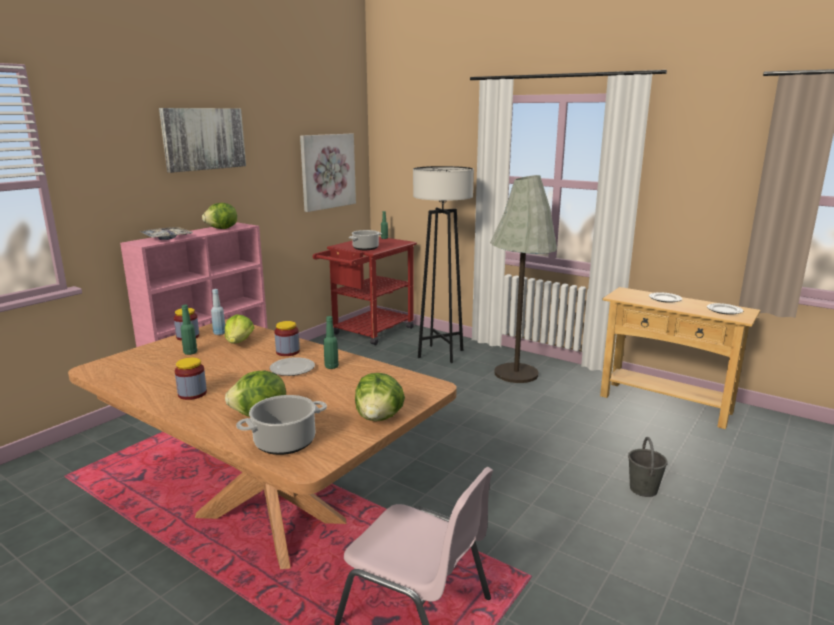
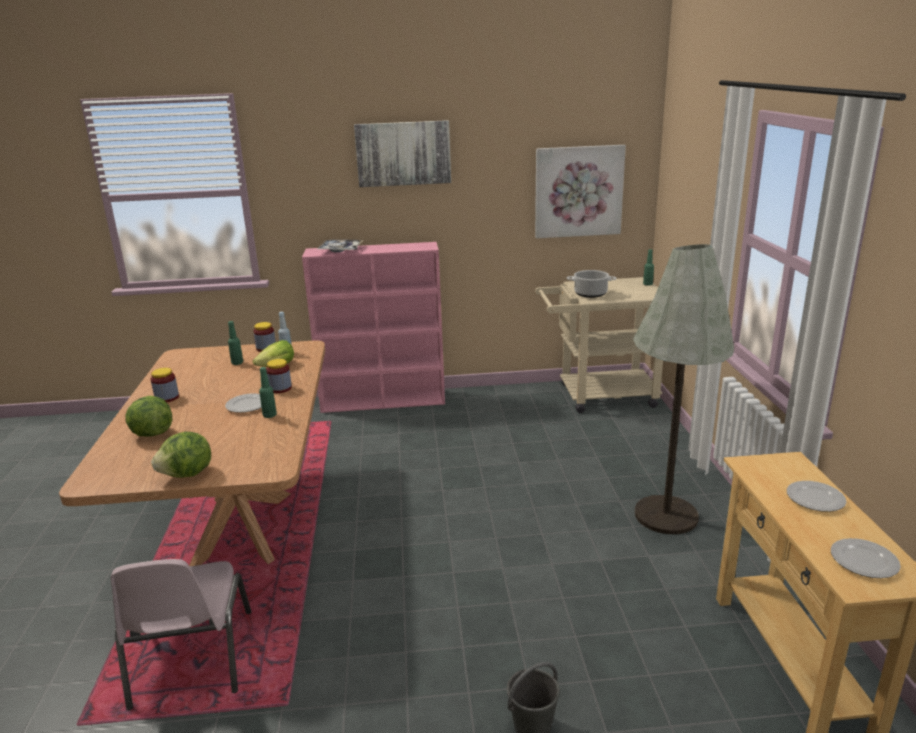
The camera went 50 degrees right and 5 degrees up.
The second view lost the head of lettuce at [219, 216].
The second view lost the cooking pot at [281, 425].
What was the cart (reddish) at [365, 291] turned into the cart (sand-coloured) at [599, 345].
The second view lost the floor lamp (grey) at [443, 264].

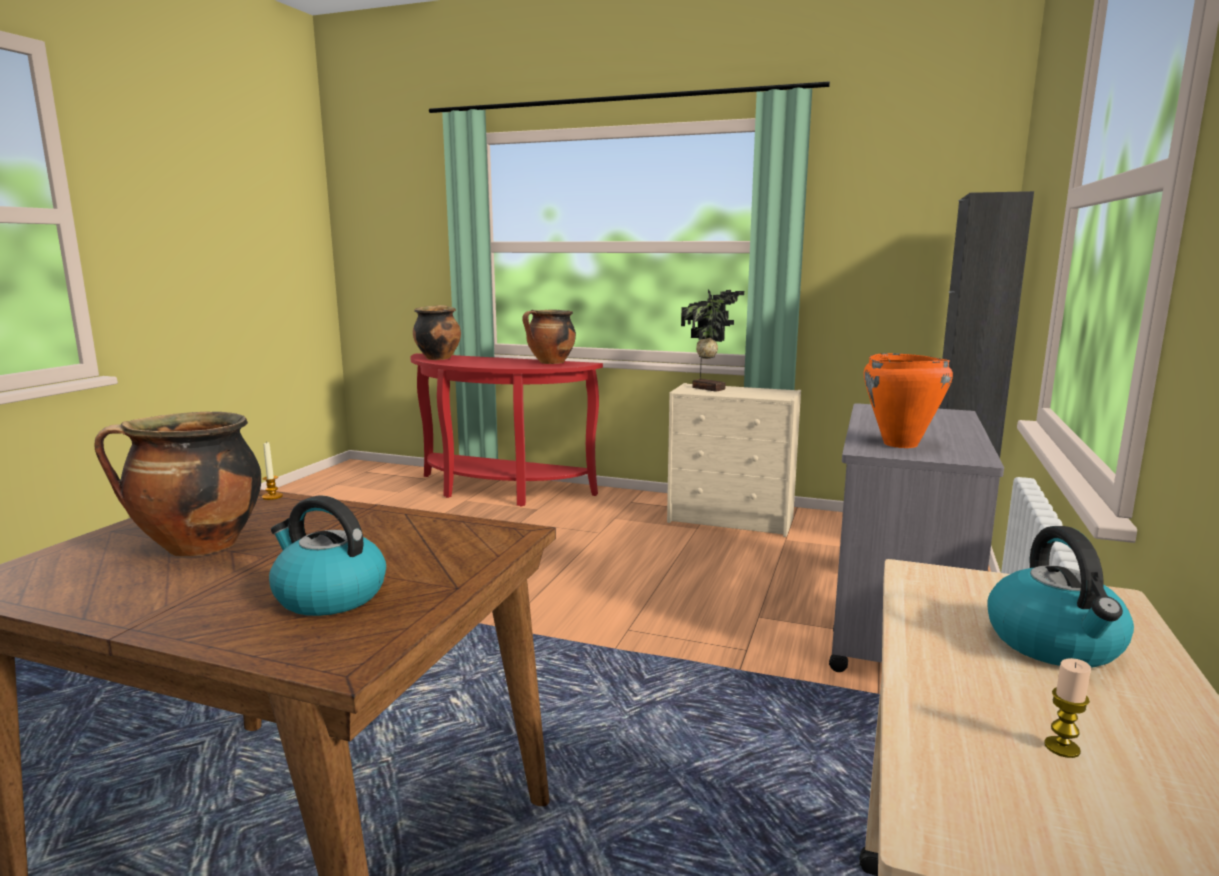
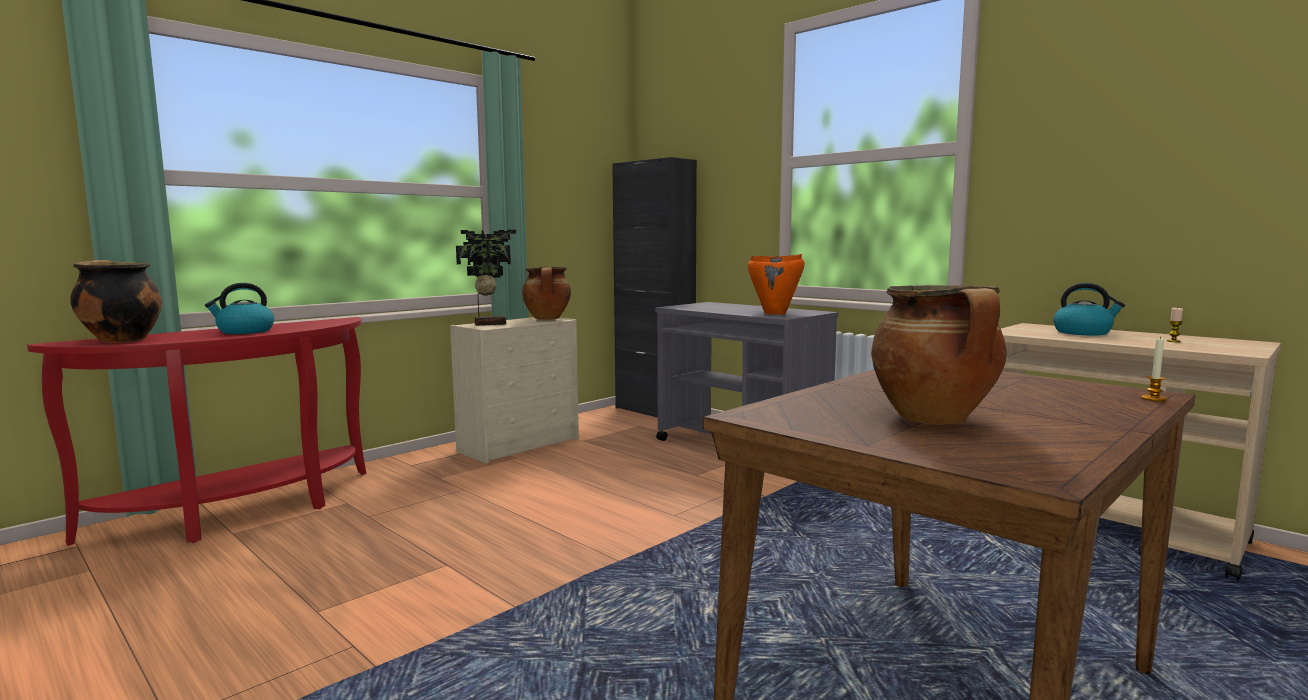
The camera went 65 degrees left and 5 degrees down.
The wax candle ended up elsewhere, having gone from [272, 471] to [1154, 369].
The tea kettle ended up elsewhere, having gone from [327, 555] to [239, 308].
The cooking pot ended up elsewhere, having gone from [549, 337] to [546, 293].

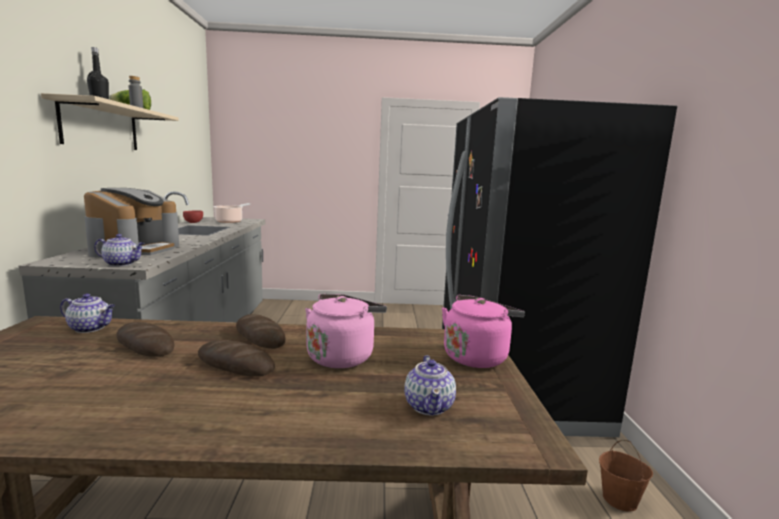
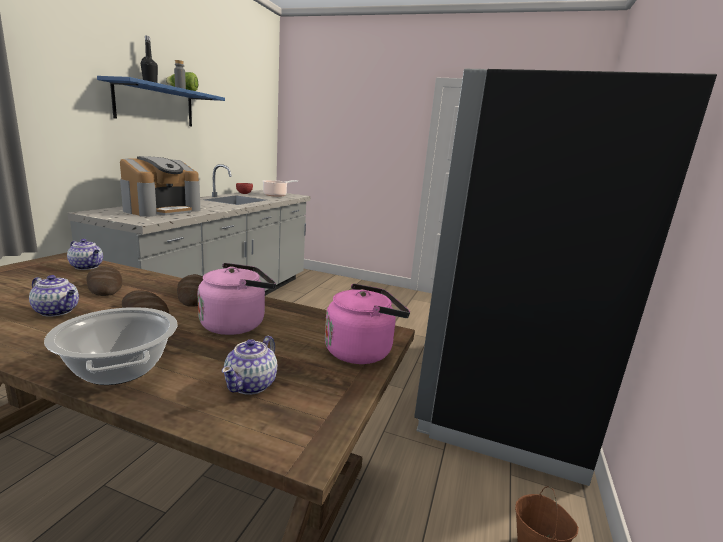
The camera went 20 degrees right and 5 degrees up.
What was the bracket shelf (sand-coloured) at [110, 121] turned into the bracket shelf (bluish) at [161, 101].
The pot for tea ended up elsewhere, having gone from [119, 250] to [54, 296].
The second view gained the cooking pot at [111, 346].

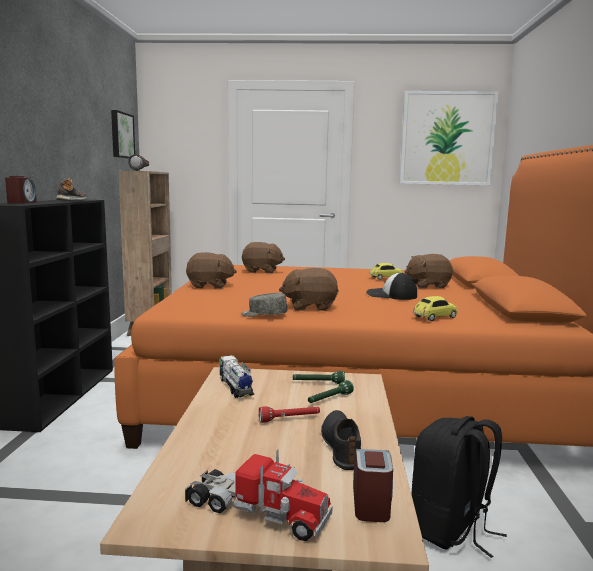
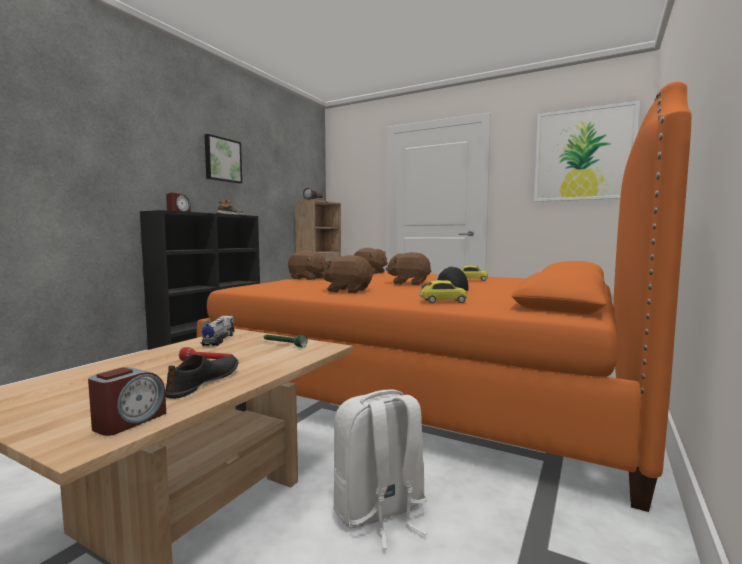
The camera went 25 degrees right and 5 degrees down.
The picture ended up elsewhere, having gone from [123, 134] to [223, 159].
The second view lost the toy truck at [259, 495].
The second view lost the baseball cap (grey) at [264, 305].
The second view lost the hand torch (green) at [331, 391].
The soft toy (brown) ended up elsewhere, having gone from [429, 271] to [408, 268].
What was the knapsack (black-coloured) at [459, 487] turned into the knapsack (white) at [380, 469].

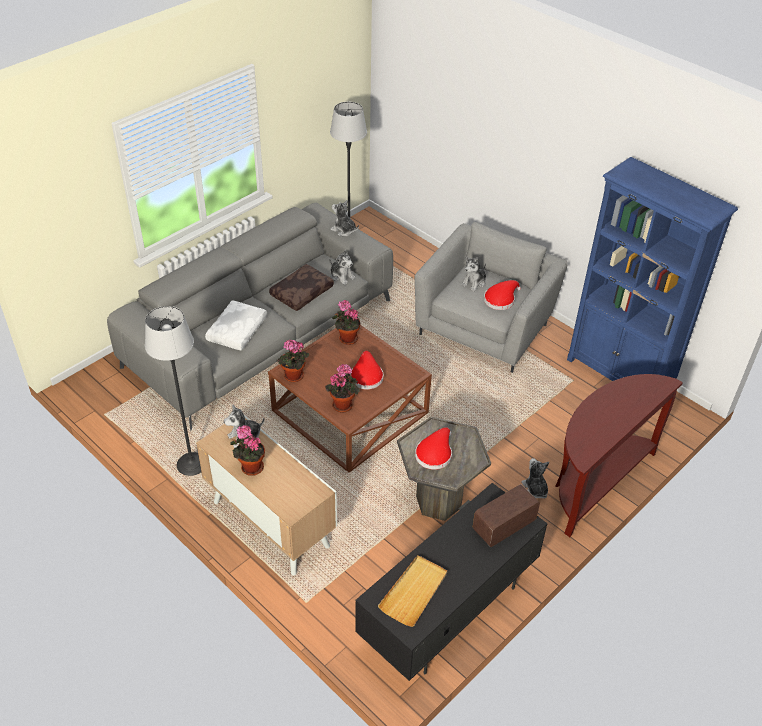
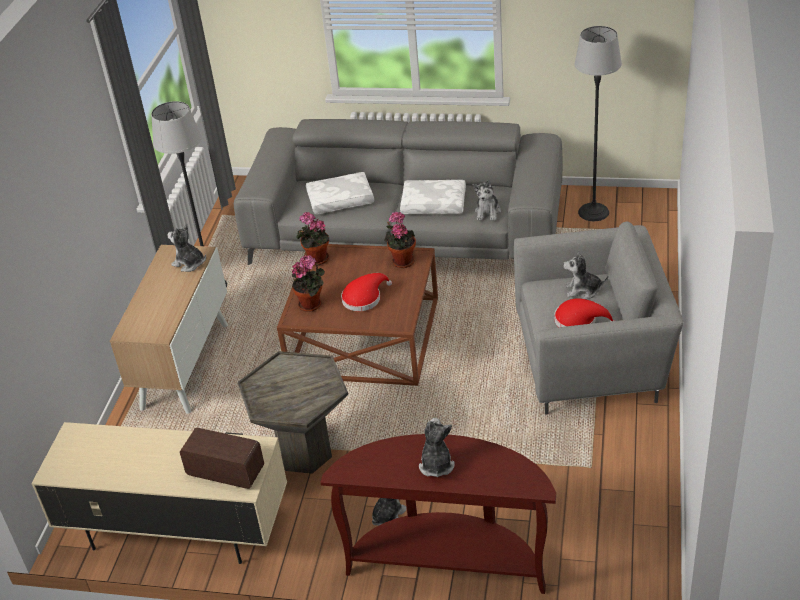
The camera went 60 degrees right and 5 degrees down.
The second view lost the potted plant at [247, 450].
What was the cushion (brown) at [301, 287] turned into the cushion (white) at [433, 197].
The soft toy ended up elsewhere, having gone from [344, 218] to [437, 447].
What was the media console (black-coloured) at [451, 582] turned into the media console (sand-coloured) at [159, 493].
The second view lost the serving tray (sand-coloured) at [413, 591].
The second view lost the wearable hat (reddish) at [433, 448].
The second view lost the bookshelf (bluish) at [652, 269].

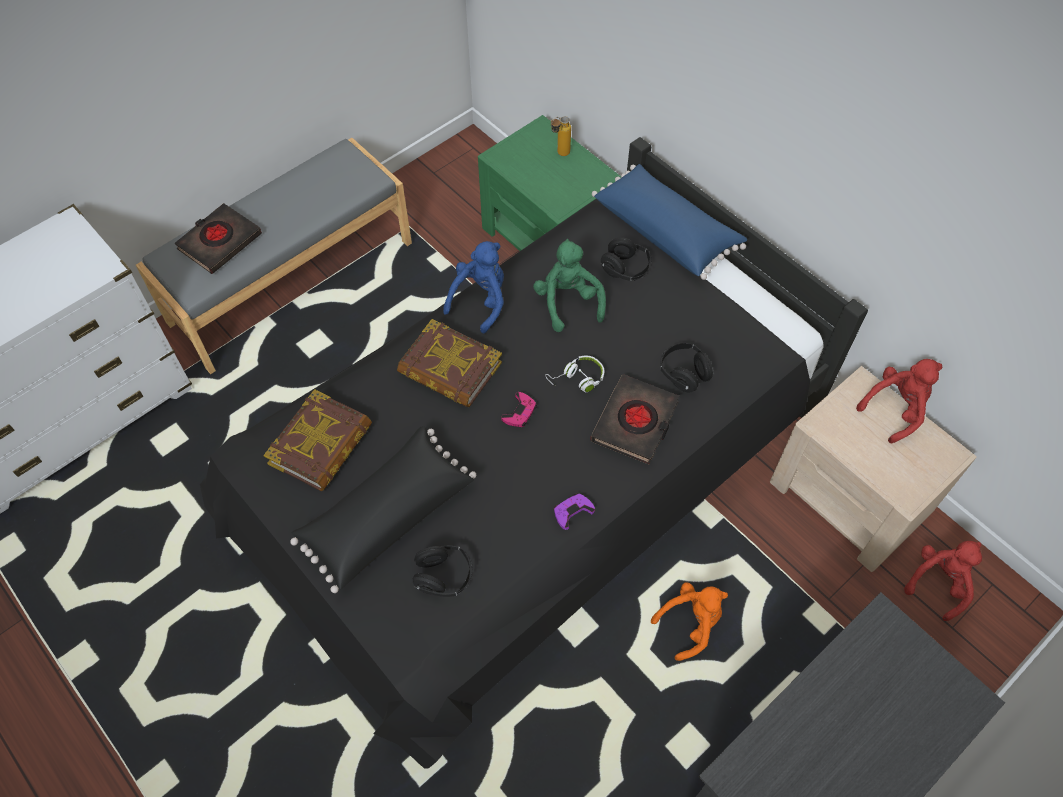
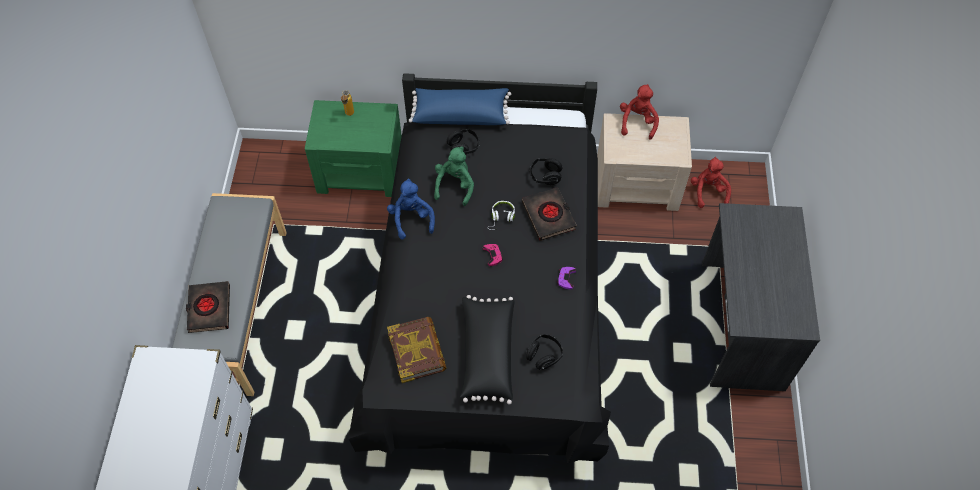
The camera went 45 degrees left and 0 degrees up.
The second view lost the book at [449, 363].
The soft toy (green) at [569, 285] ended up facing another way, 75 degrees clockwise from before.
The second view lost the soft toy (orange-coloured) at [689, 621].

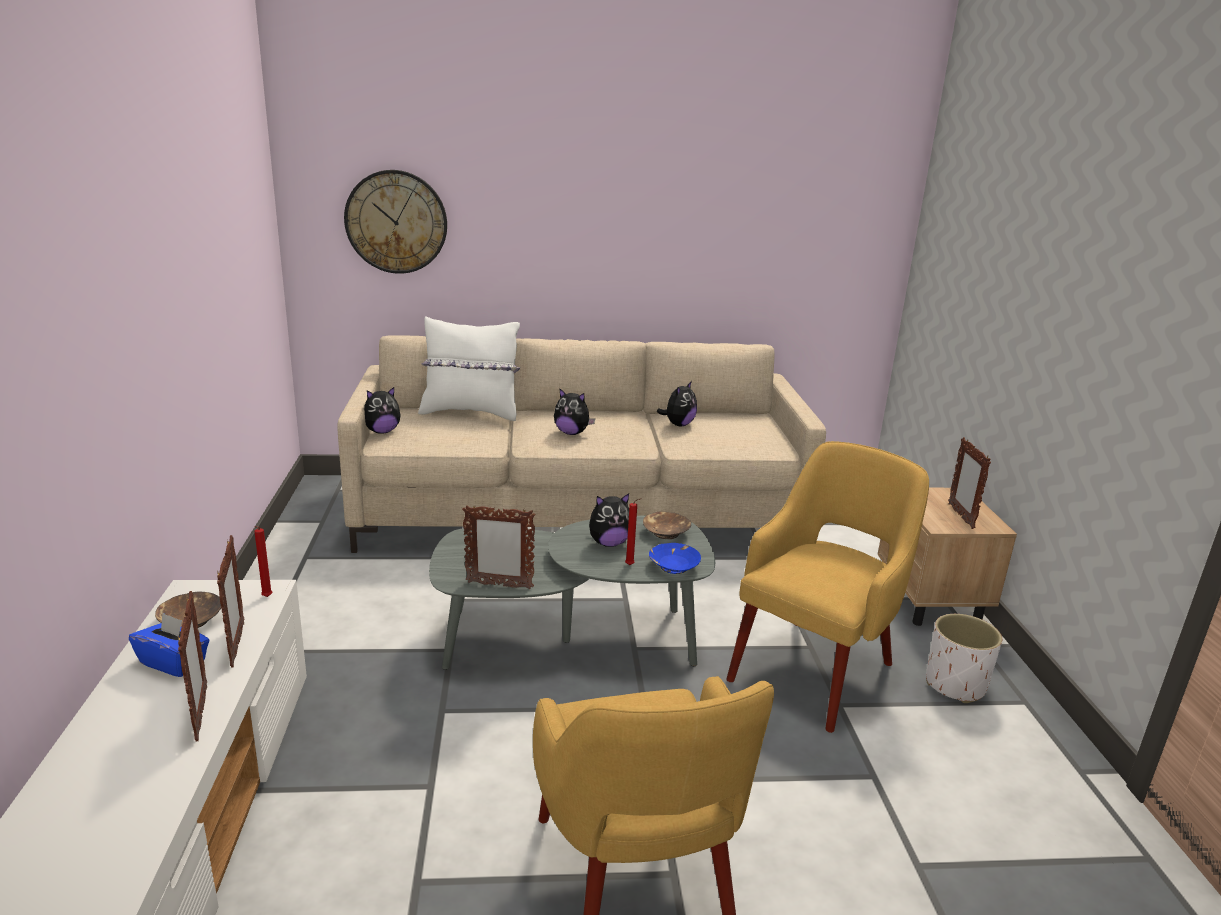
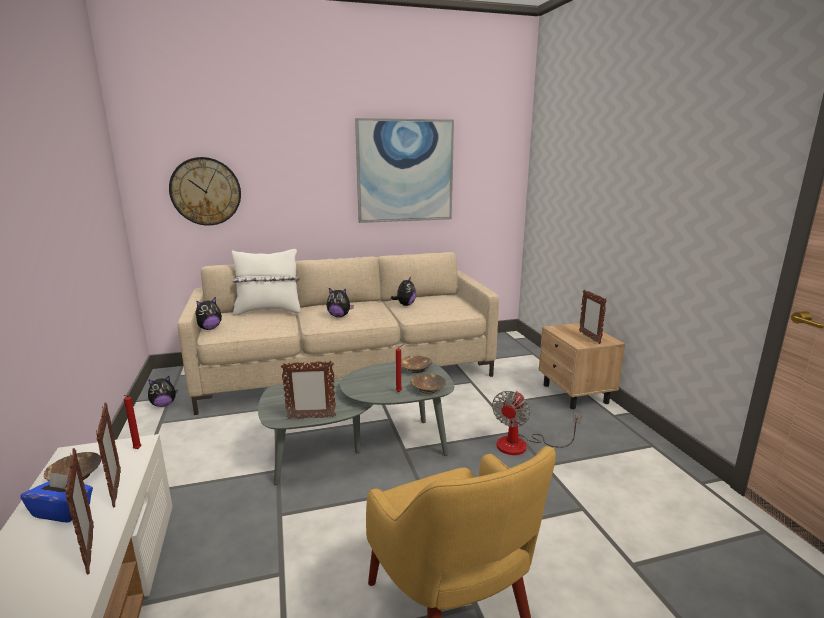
The camera went 10 degrees left and 5 degrees down.
The soft toy ended up elsewhere, having gone from [609, 520] to [163, 391].
What was the bowl (bluish) at [675, 558] turned into the bowl (brown) at [428, 384].
Where the lounge chair (yellow-coloured) stood at [827, 587], the electric fan came to stand at [537, 423].
The second view lost the planter (white) at [964, 658].
The second view gained the picture at [404, 170].

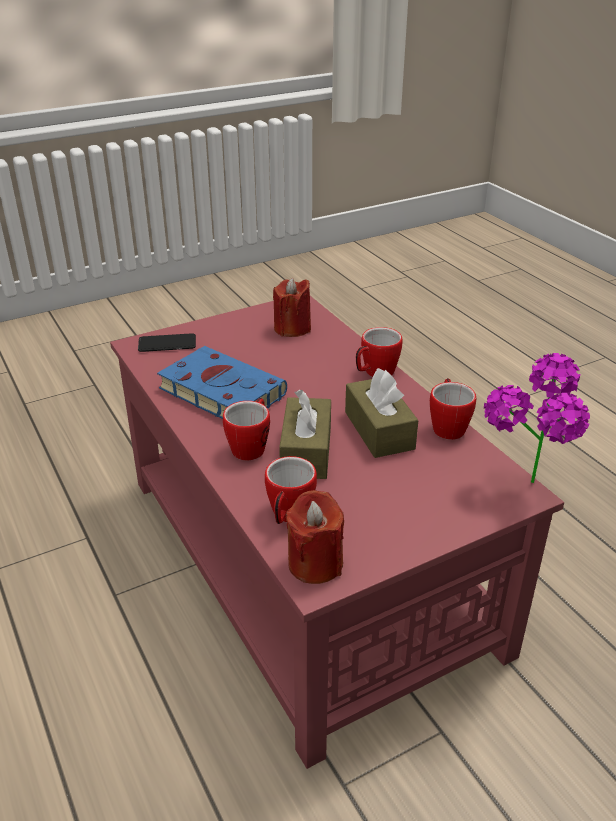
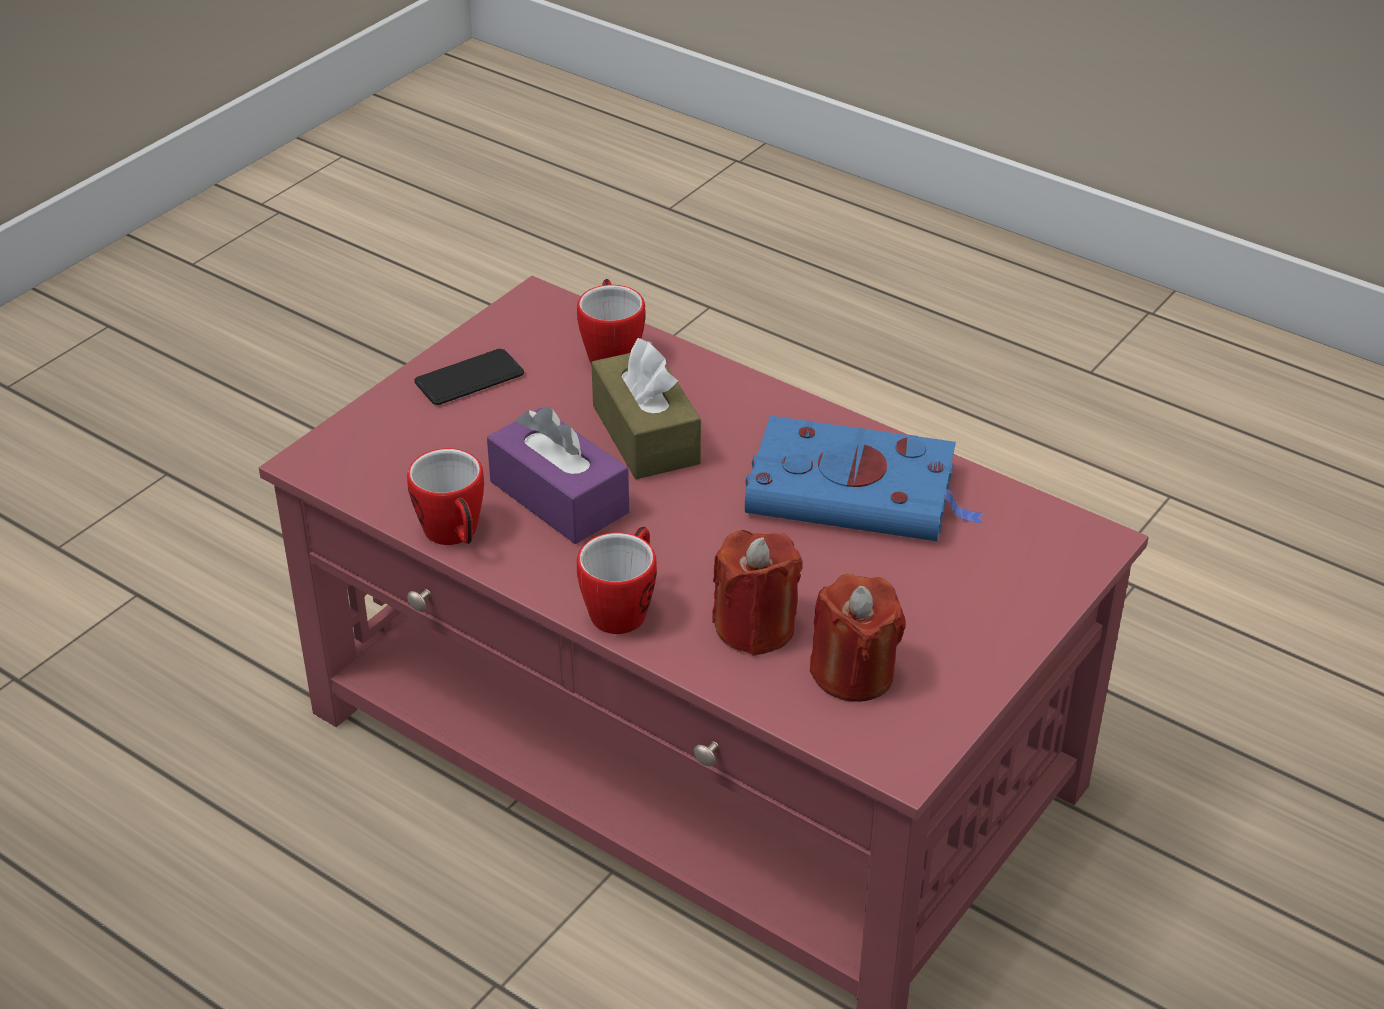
The camera went 155 degrees right and 5 degrees up.
The handset ended up elsewhere, having gone from [167, 342] to [469, 377].
The second view lost the coffee mug at [246, 429].
The wax candle (reddish) ended up elsewhere, having gone from [314, 537] to [757, 593].
What was the tissue holder (brown) at [381, 413] turned into the tissue holder (purple) at [558, 475].
The second view lost the potted plant at [537, 418].

